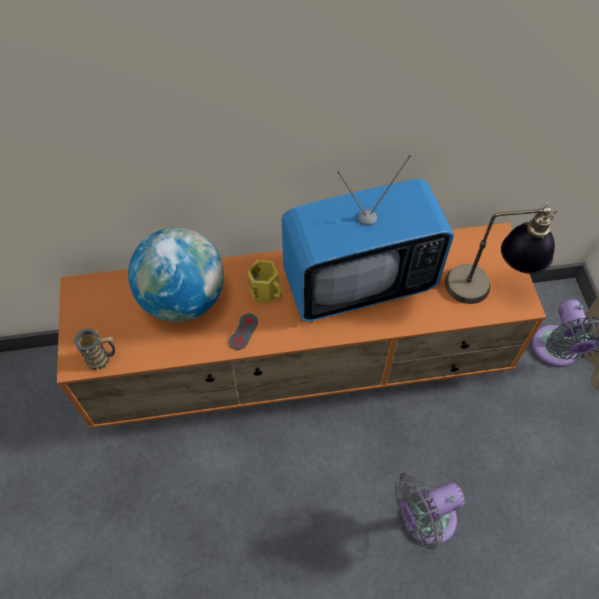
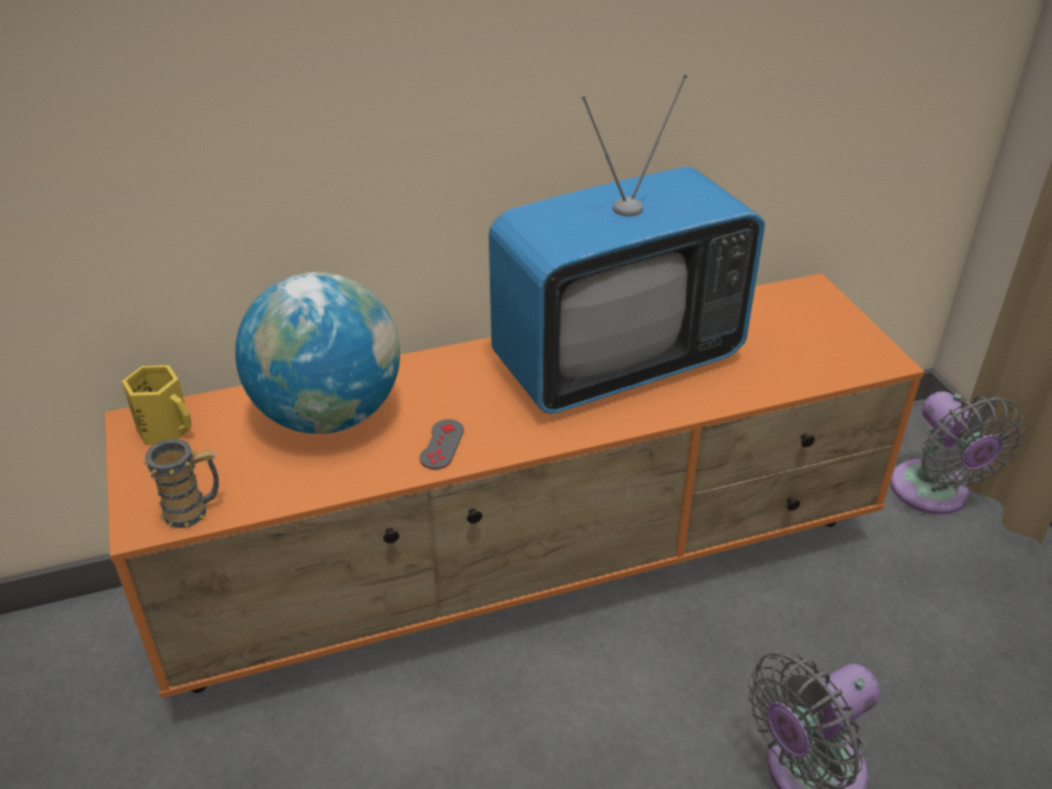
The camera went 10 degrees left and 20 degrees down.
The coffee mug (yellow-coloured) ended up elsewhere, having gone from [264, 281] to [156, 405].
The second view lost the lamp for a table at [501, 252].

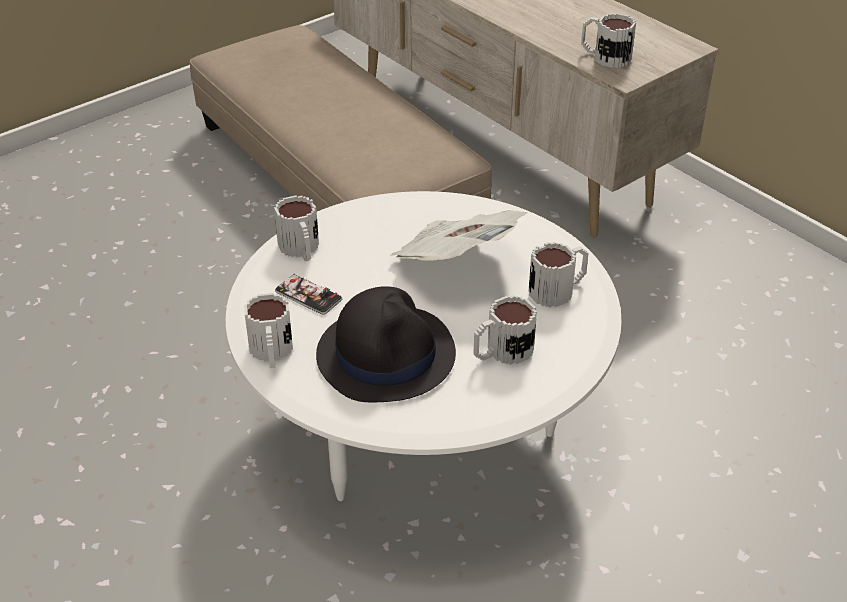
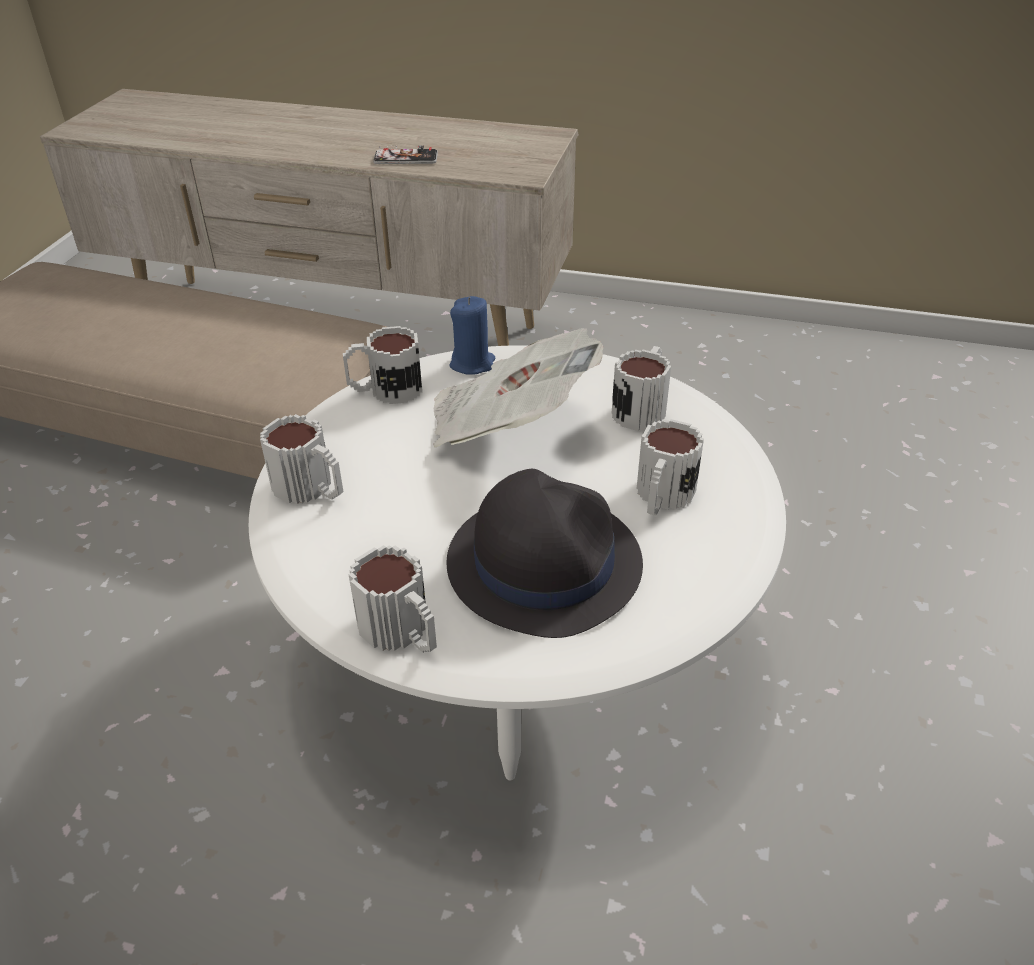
The camera went 35 degrees left and 0 degrees up.
The handset ended up elsewhere, having gone from [308, 294] to [405, 154].
The coffee mug ended up elsewhere, having gone from [608, 40] to [382, 365].
The second view gained the wax candle (bluish) at [472, 335].

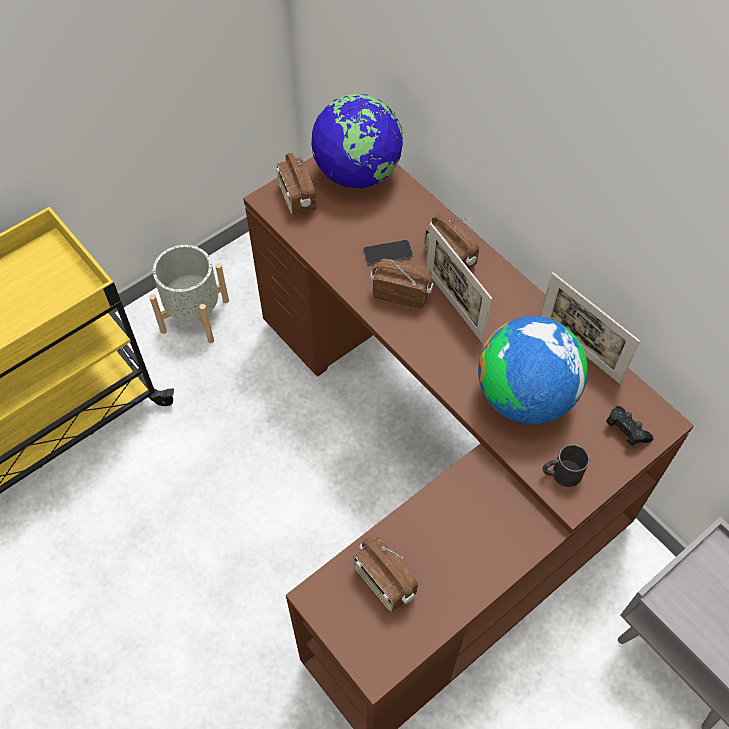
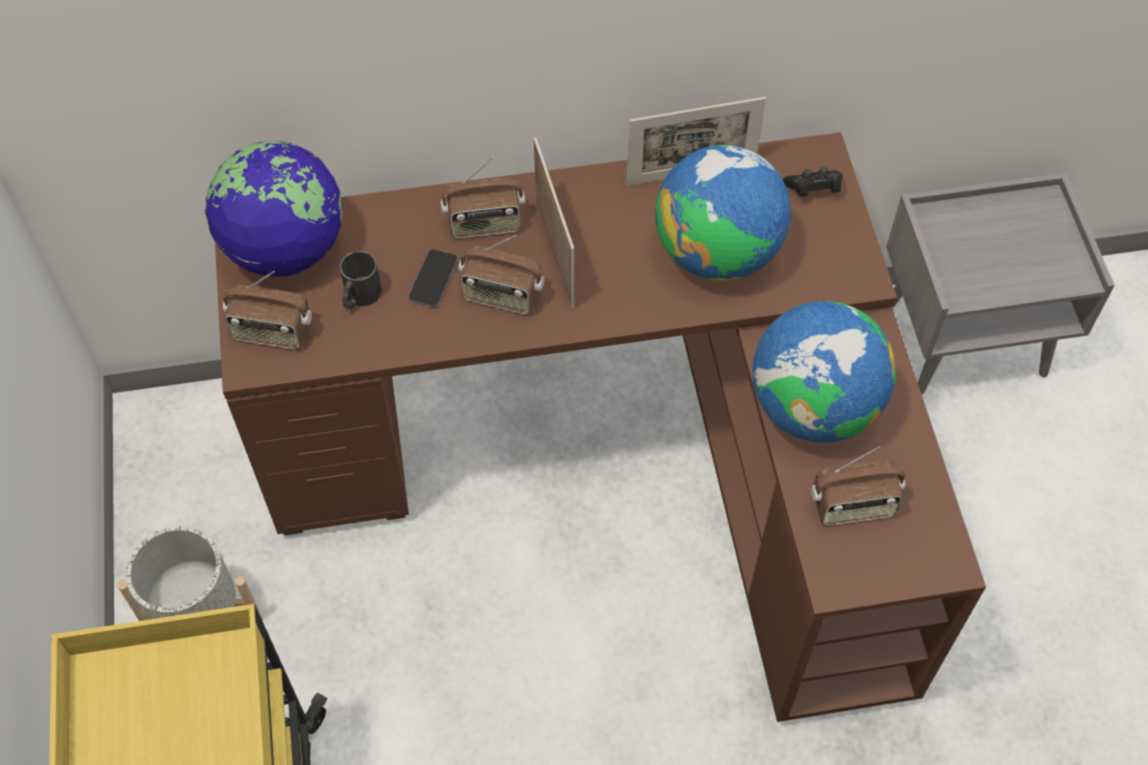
The camera went 60 degrees left and 0 degrees up.
The radio receiver at [401, 284] ended up facing another way, 120 degrees counterclockwise from before.
The standing frame at [459, 283] ended up facing another way, 105 degrees counterclockwise from before.
The coffee mug (black-coloured) ended up elsewhere, having gone from [565, 465] to [361, 280].
The second view gained the world globe at [824, 371].

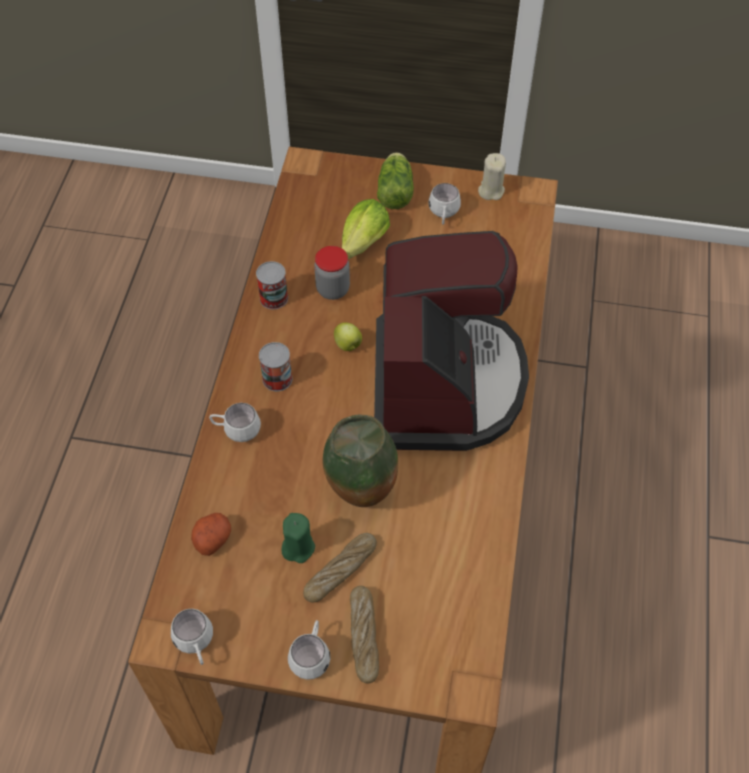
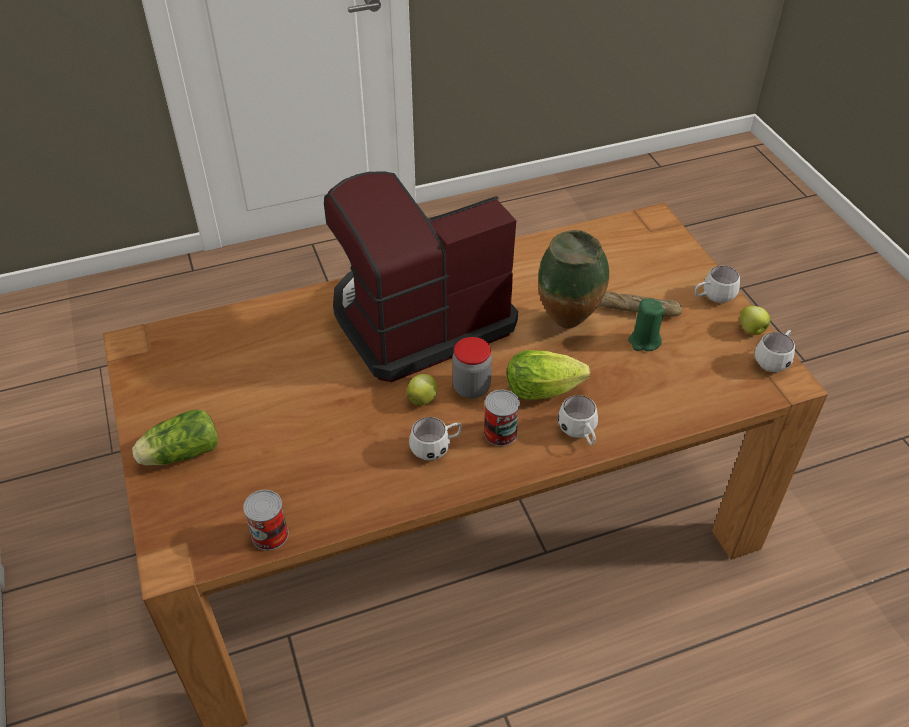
The camera went 120 degrees left and 10 degrees down.
The second view lost the whole potato at [211, 534].
The sealed can ended up elsewhere, having gone from [272, 285] to [266, 520].
The storage jar ended up elsewhere, having gone from [332, 273] to [472, 367].
The head of lettuce ended up elsewhere, having gone from [366, 229] to [548, 375].
The second view lost the bakery bread at [364, 634].
The coffee mug (white) ended up elsewhere, having gone from [444, 203] to [435, 438].
The second view lost the wax candle (sand-coloured) at [492, 176].
The second view gained the apple fruit at [754, 320].

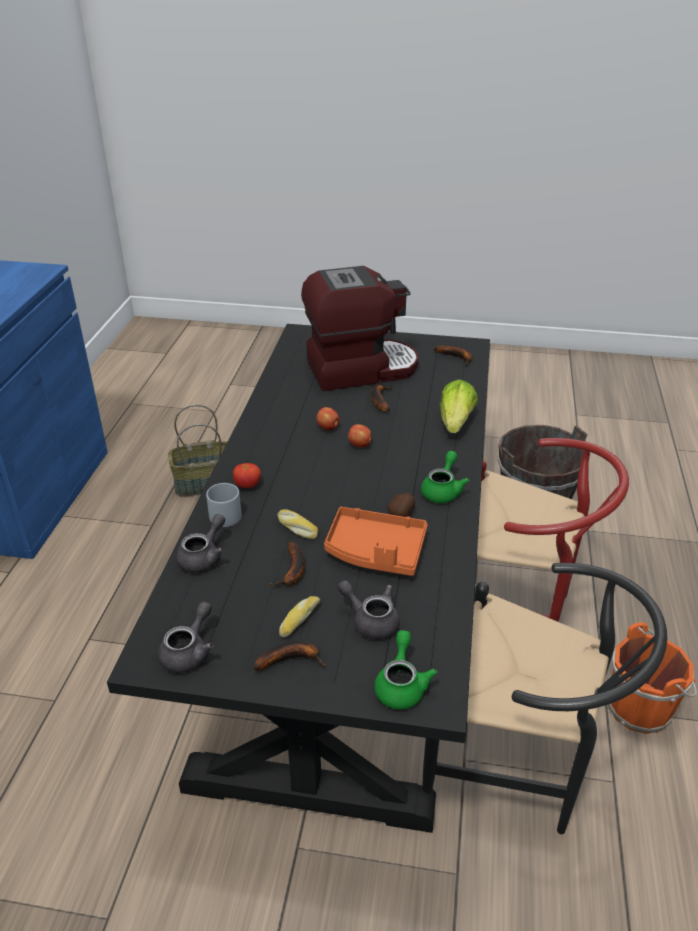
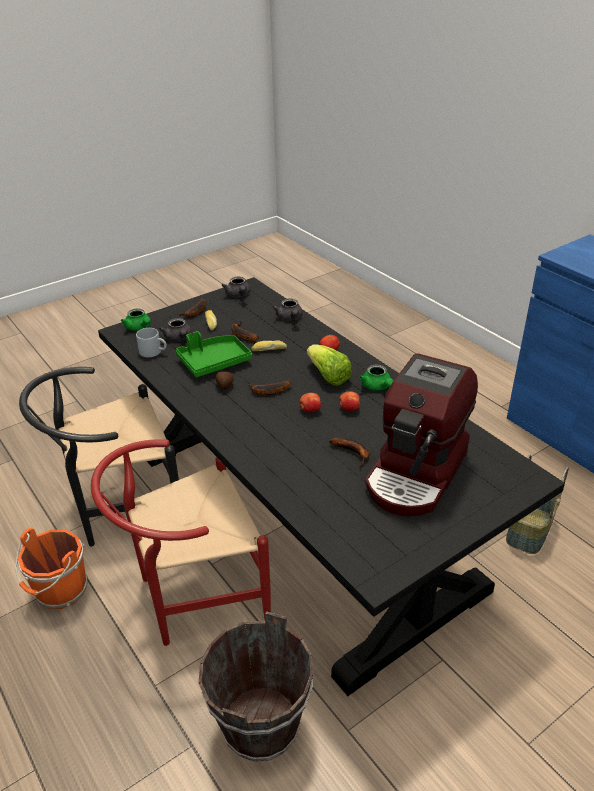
The camera went 135 degrees right and 0 degrees up.
The coffee mug (grey) ended up elsewhere, having gone from [223, 505] to [151, 342].
What was the serving tray (orange-coloured) at [376, 541] turned into the serving tray (green) at [214, 354].
The pot for tea (grey) at [368, 610] ended up facing another way, 75 degrees clockwise from before.
The pot for tea (green) ended up elsewhere, having gone from [445, 477] to [376, 378].
The whole banana ended up elsewhere, having gone from [453, 355] to [269, 388].
The head of lettuce ended up elsewhere, having gone from [459, 406] to [329, 365].

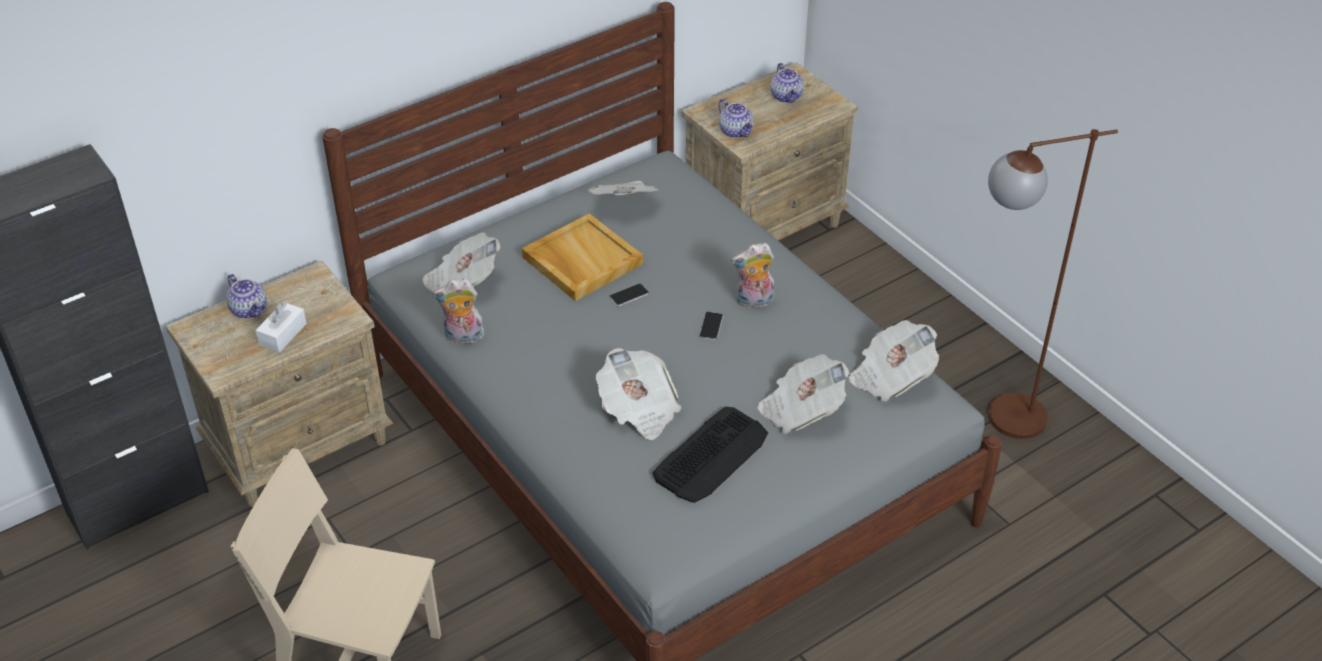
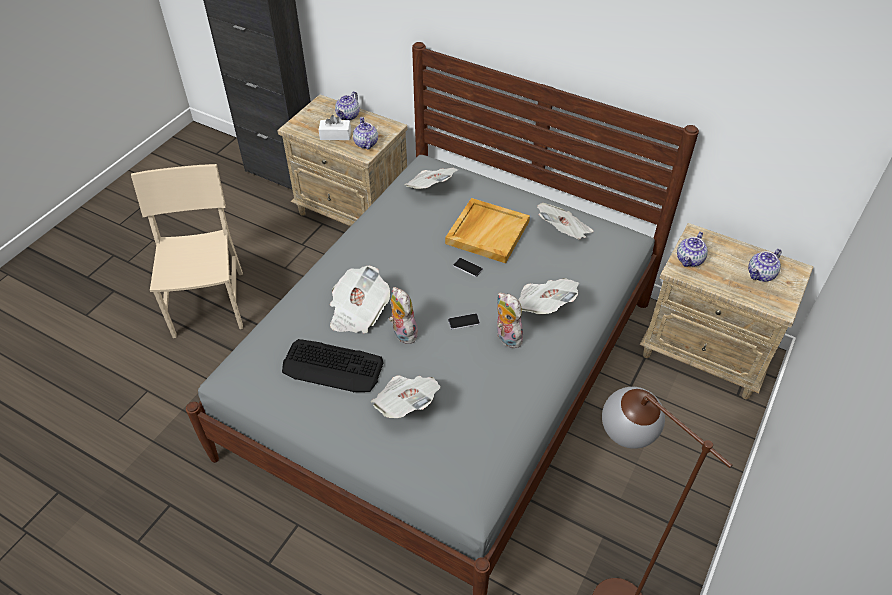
The camera went 65 degrees right and 5 degrees up.
The soft toy ended up elsewhere, having gone from [458, 311] to [403, 315].
The newspaper ended up elsewhere, having gone from [894, 361] to [548, 296].
The second view gained the pot for tea at [365, 133].

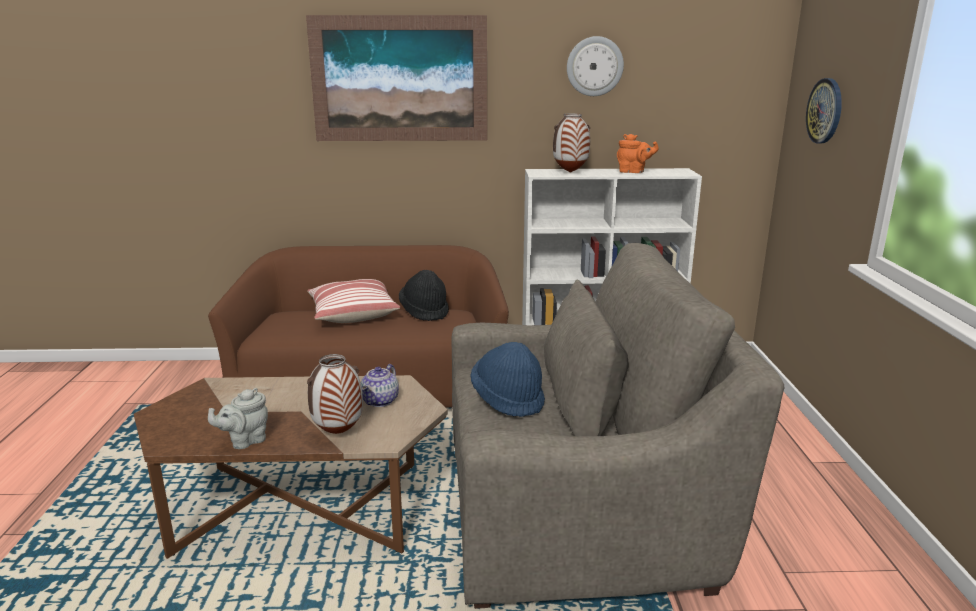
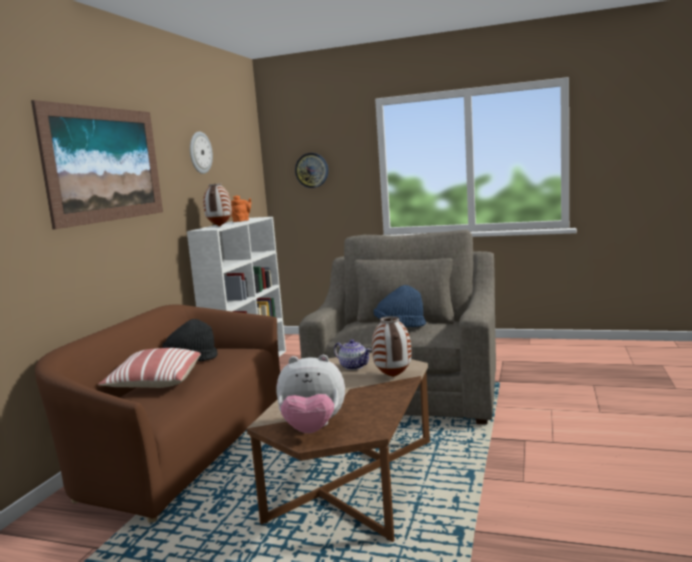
The camera went 70 degrees left and 10 degrees down.
The second view lost the pot for tea (grey) at [238, 418].
The second view gained the soft toy at [311, 394].

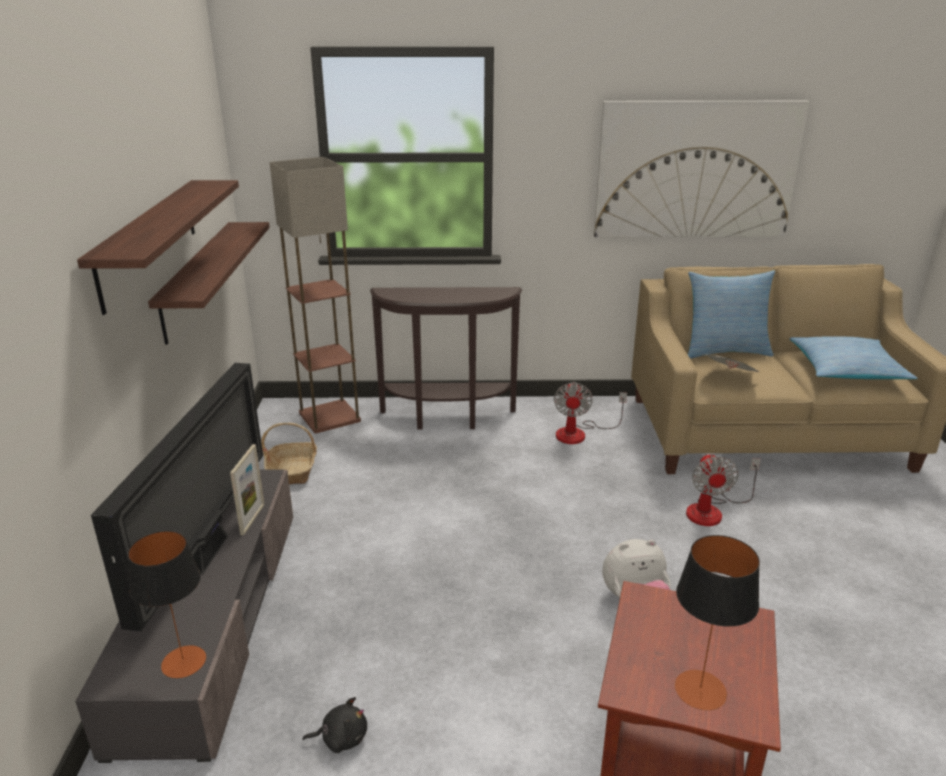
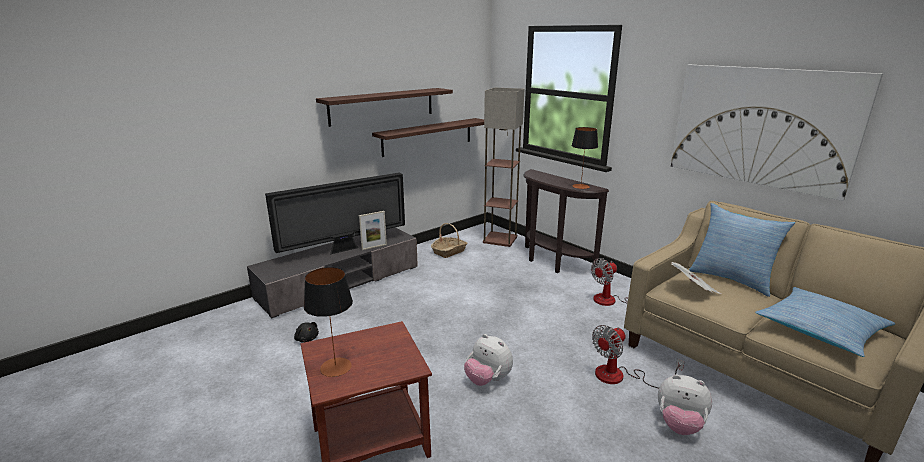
The camera went 50 degrees right and 5 degrees down.
The lamp for a table ended up elsewhere, having gone from [167, 604] to [585, 158].
The second view gained the soft toy at [685, 404].

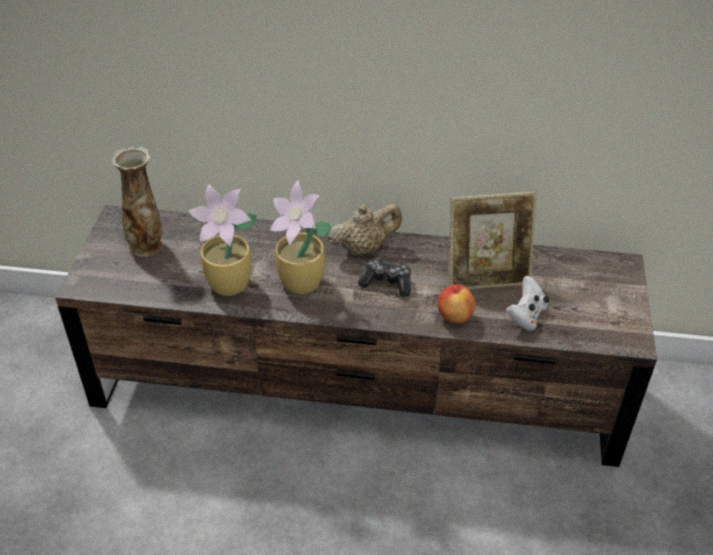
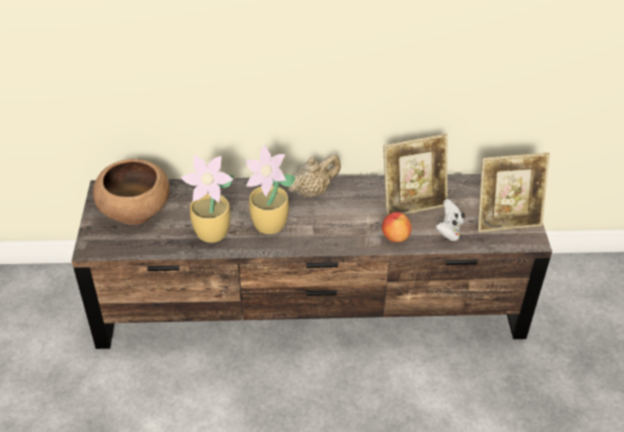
The camera went 10 degrees left and 0 degrees up.
Where the flower vase stood at [136, 202], the bowl (brown) came to stand at [131, 192].
The second view lost the game controller at [384, 277].
The second view gained the standing frame at [514, 193].

